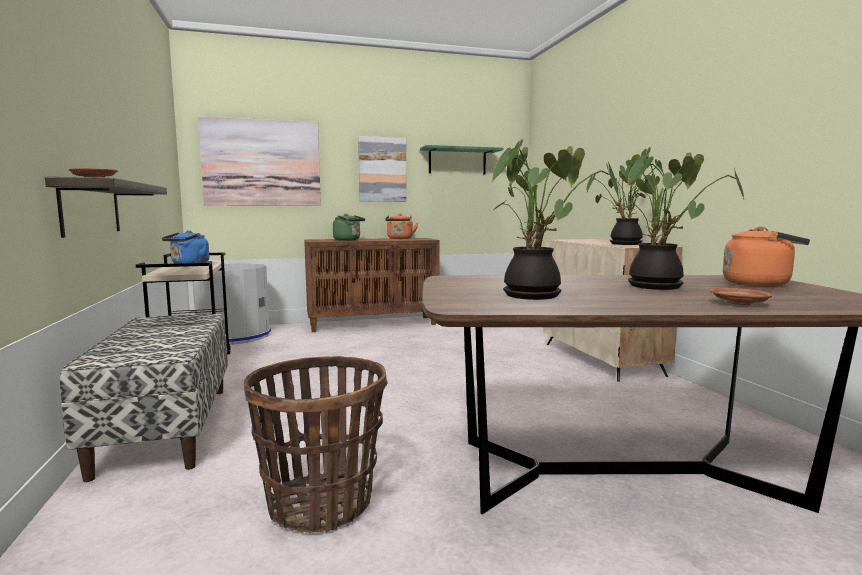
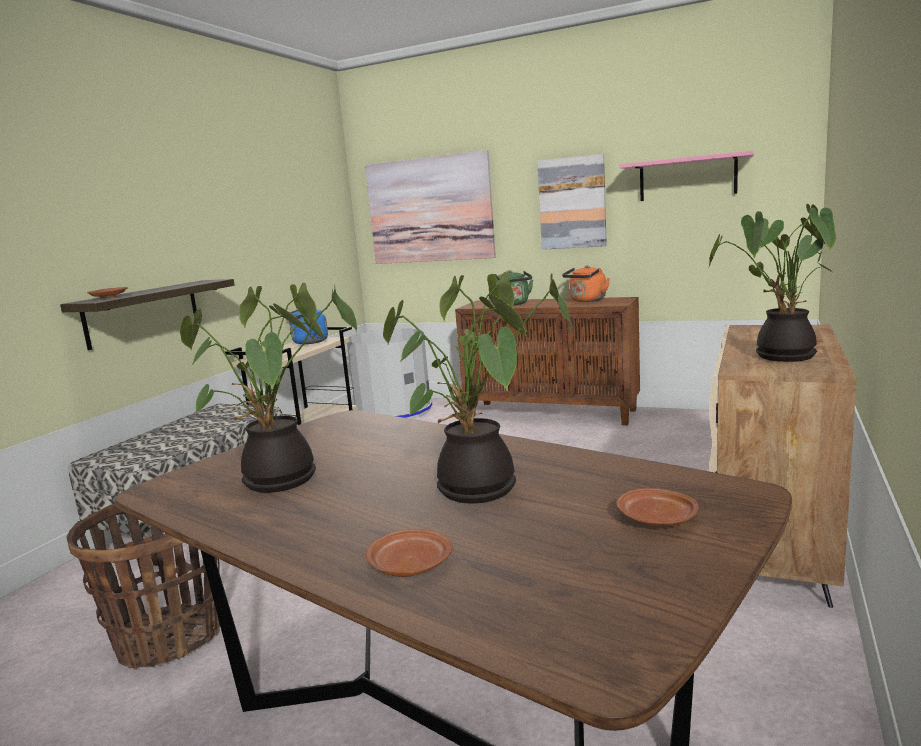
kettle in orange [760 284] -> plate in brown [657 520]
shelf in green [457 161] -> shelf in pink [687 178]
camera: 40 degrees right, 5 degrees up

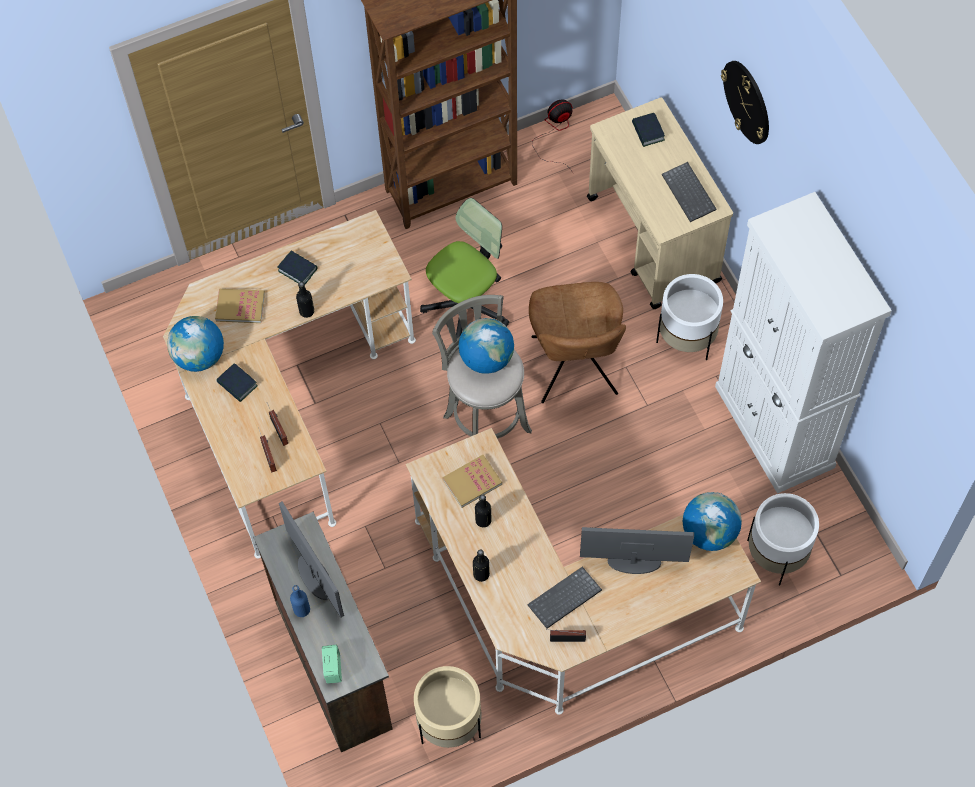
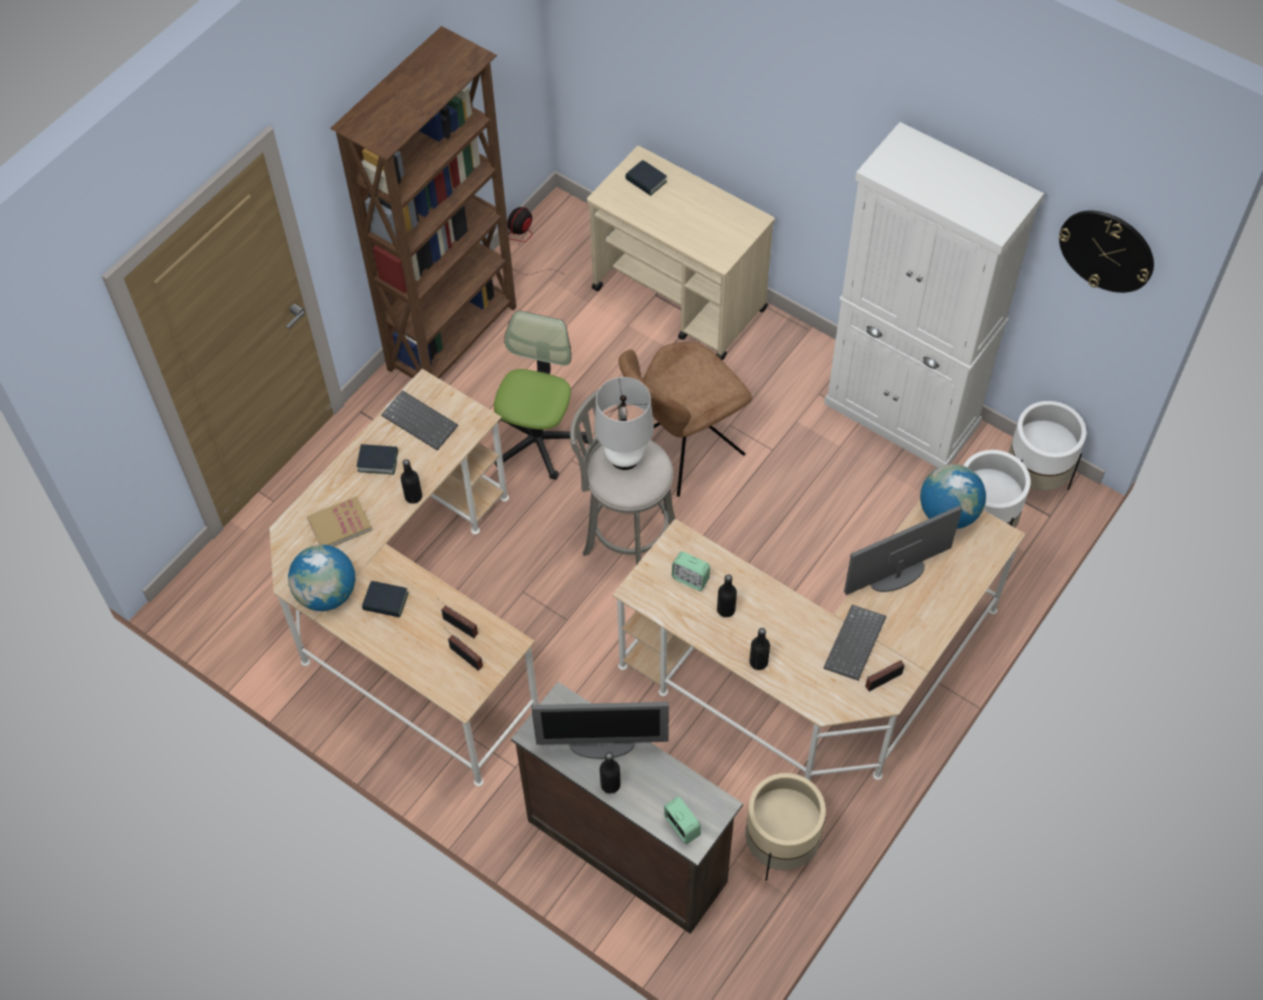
keyboard [690 193] -> keyboard [421 421], shifted
monitor [315 576] -> monitor [602 745], 150 degrees clockwise
globe [486 358] -> table lamp in white [624 457]
bottle in blue [302 609] -> bottle in black [610 785]
chair in brown [574 369] -> chair in brown [682 450], 90 degrees clockwise
book [472 482] -> alarm clock [690 579]
planter in white [686 338] -> planter in white [1035 478], shifted
wall clock [747 101] -> wall clock [1107 250], shifted
camera: 30 degrees left, 5 degrees down

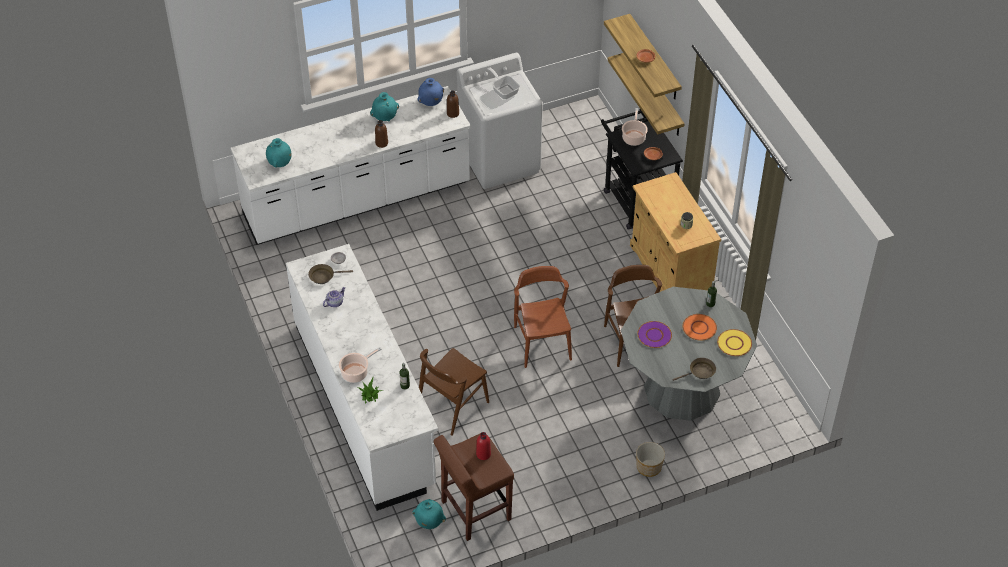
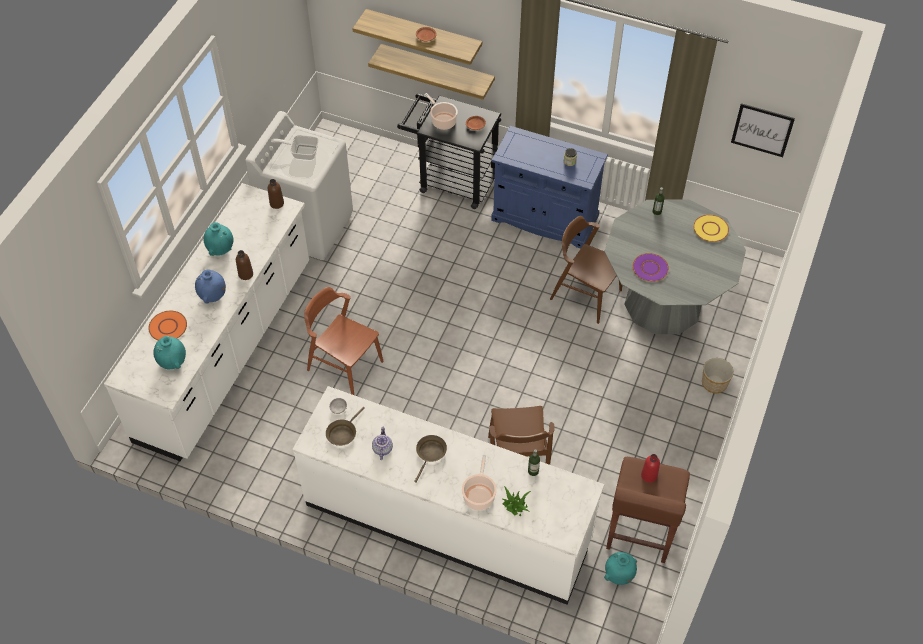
plate in orange [699 327] -> plate in orange [168 326], shifted
vase in blue [431 103] -> vase in blue [213 296], shifted
chair in brown [542 343] -> chair in brown [345 365], shifted
frying pan in brown [700 372] -> frying pan in brown [430 454], shifted
cabinet in beige [670 271] -> cabinet in blue [544 218]
none -> picture [762 130]
camera: 45 degrees left, 5 degrees up

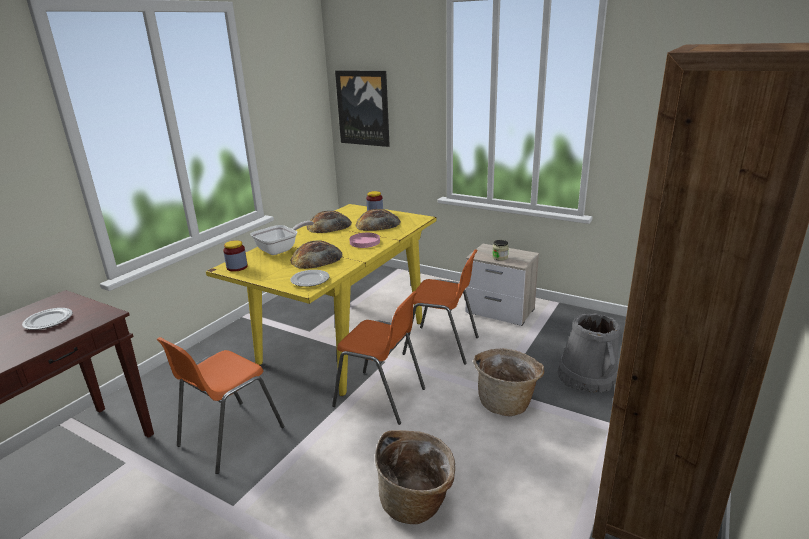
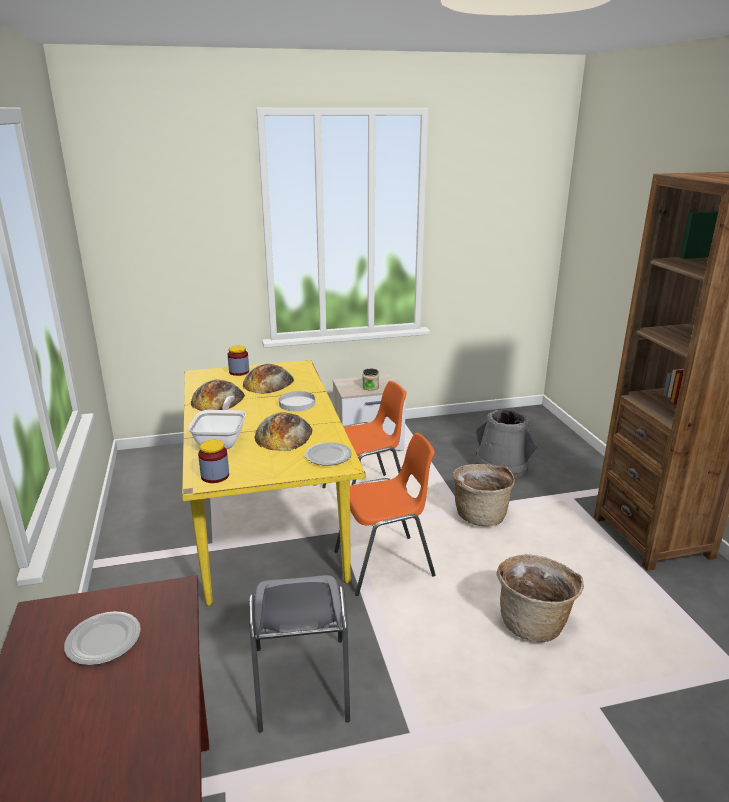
chair in orange [229 436] -> chair in grey [301 684]
plate in pink [364 242] -> plate in white [297 403]
picture [363 108] -> none
camera: 45 degrees left, 0 degrees up

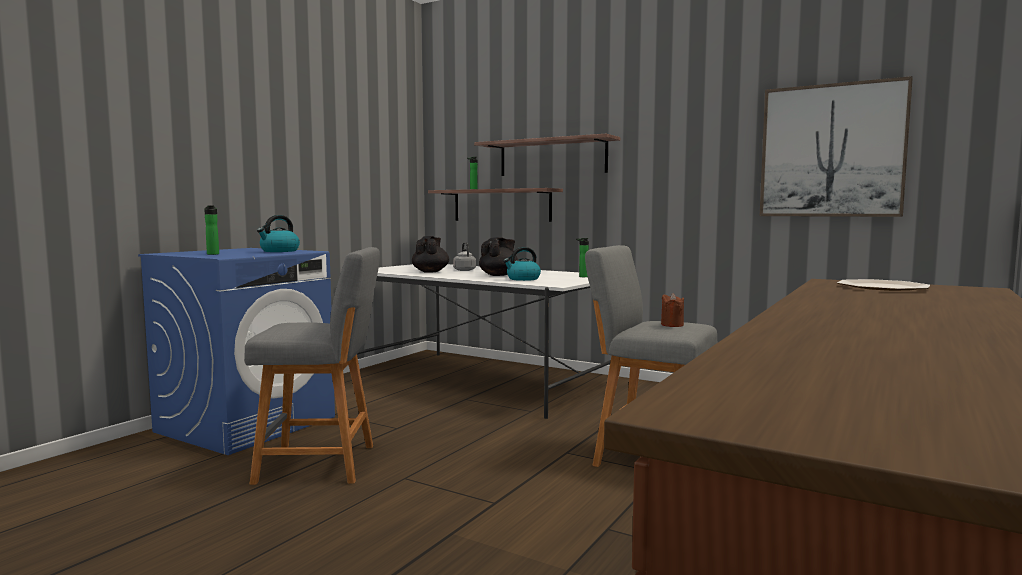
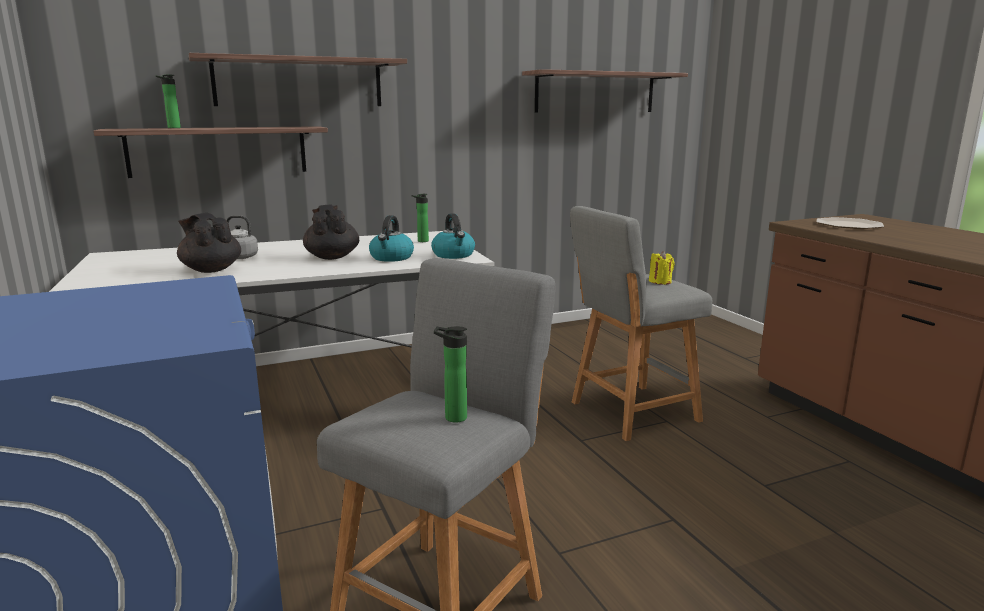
kettle [279 251] -> kettle [454 255], shifted
bottle [213 254] -> bottle [452 417], shifted
picture [831 151] -> shelf [595 92]
candle in brown [672 325] -> candle in yellow [660 282]
camera: 55 degrees left, 10 degrees up

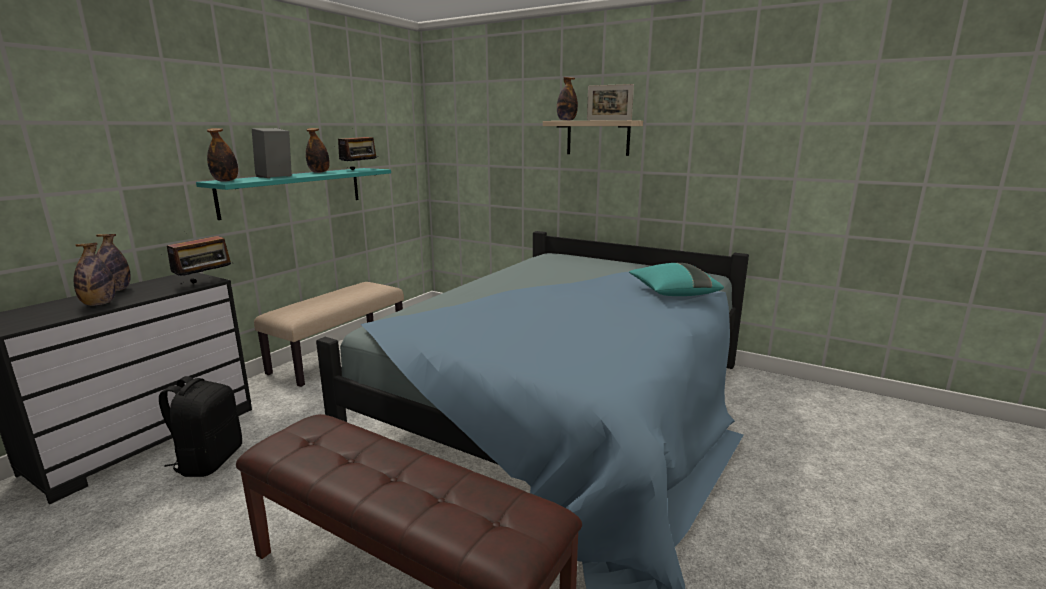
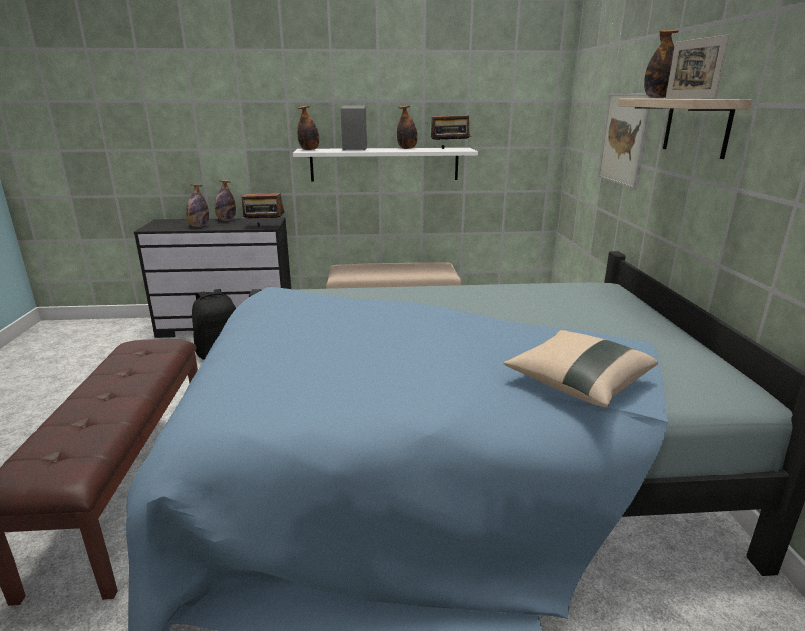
shelf in turquoise [294 191] -> shelf in white [384 164]
pillow in turquoise [672 293] -> pillow in beige [577 384]
none -> picture [623 139]
camera: 55 degrees right, 5 degrees up

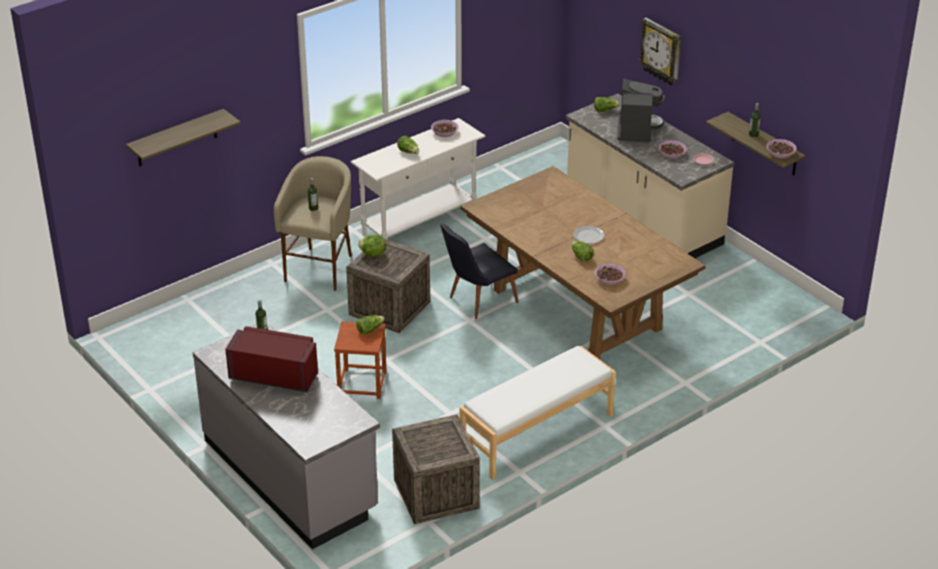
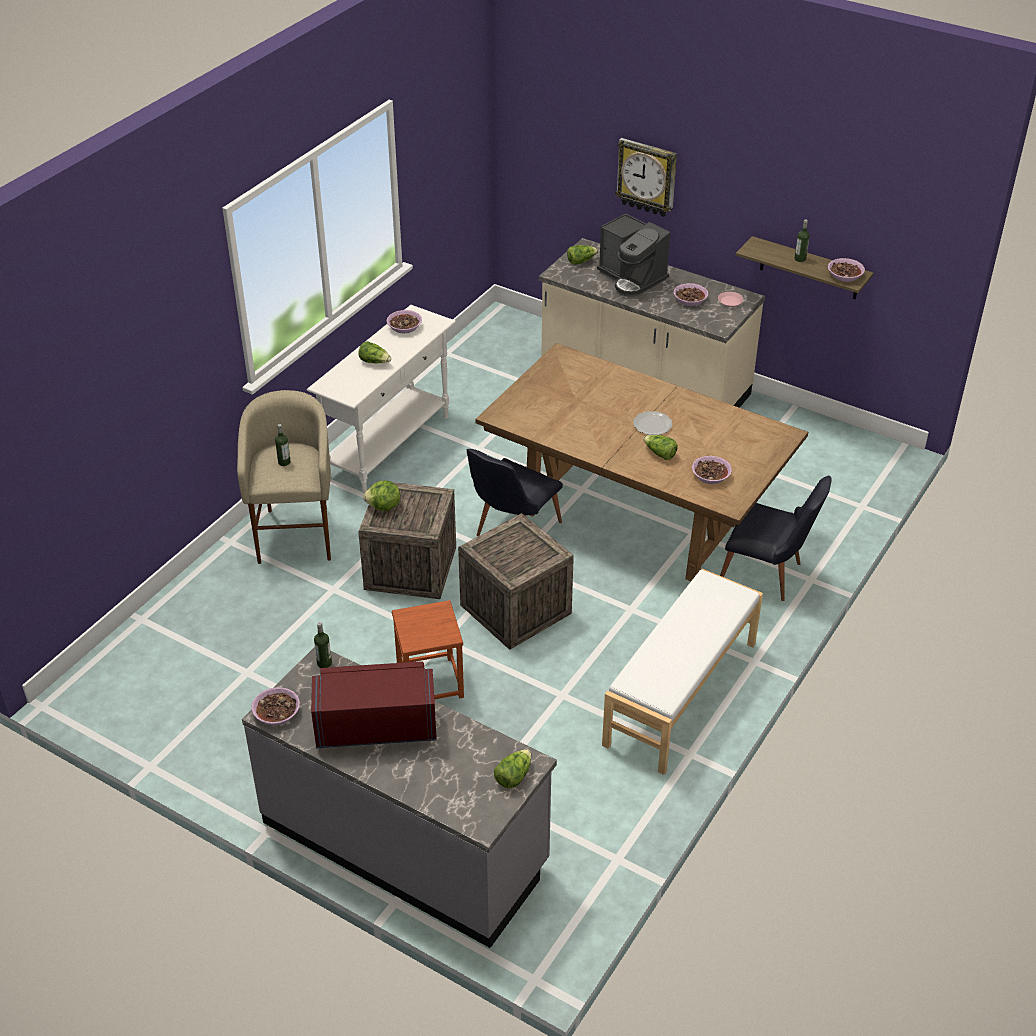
none -> bowl [276 712]
crate [436 493] -> crate [515 609], shifted
lettuce [370 330] -> lettuce [513 776], shifted
coffee machine [636 130] -> coffee machine [632 278], 150 degrees clockwise
none -> chair in black [768 576]
shelf [176 138] -> none
camera: 20 degrees left, 5 degrees up

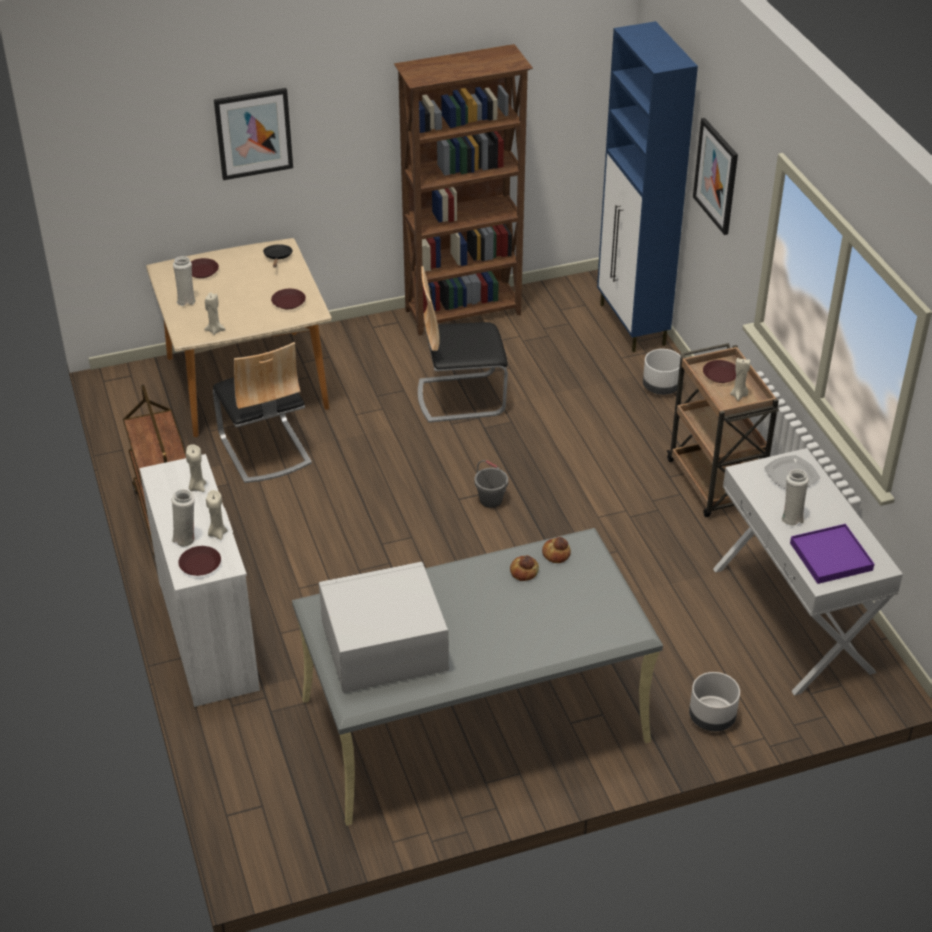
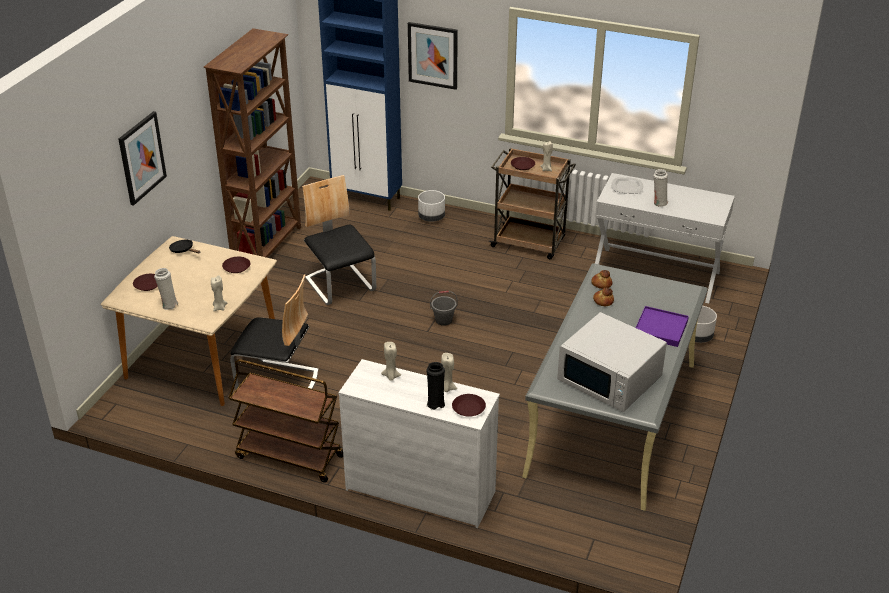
chair [460 397] -> chair [340 285], 120 degrees clockwise
vase in white [185 538] -> vase in black [435 403]
microwave in white [383 648] -> microwave in white [610 379], 75 degrees counterclockwise
tray in purple [831 556] -> tray in purple [661 328], shifted
camera: 50 degrees left, 5 degrees down

